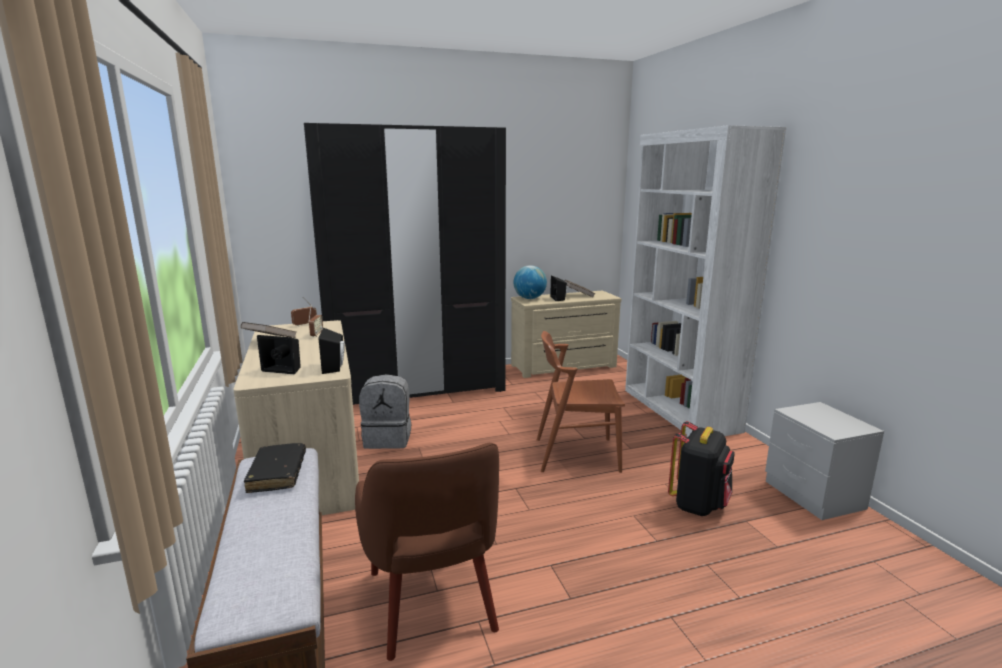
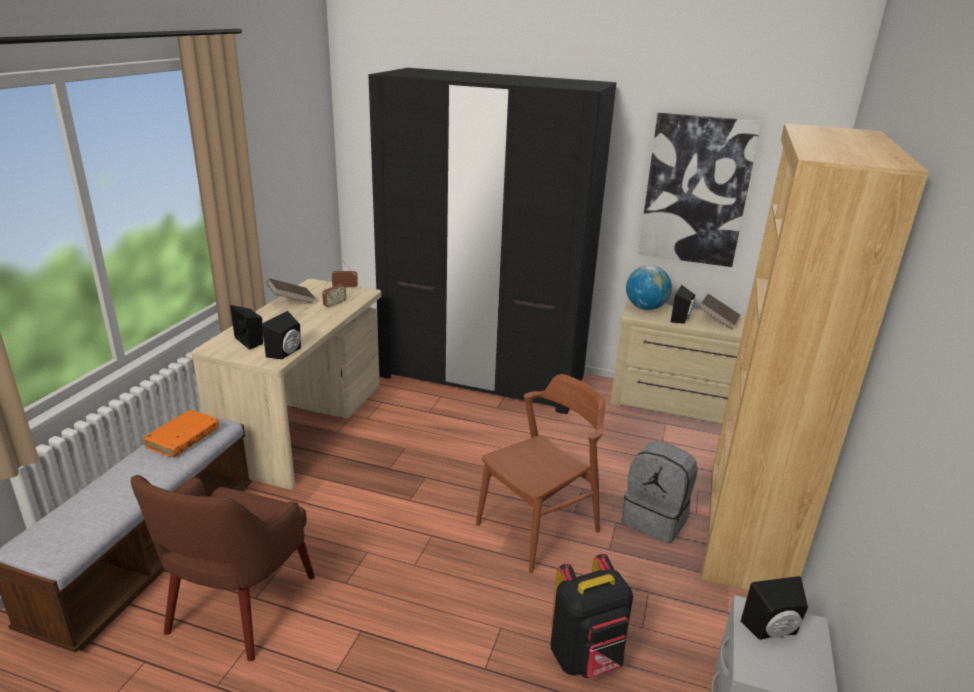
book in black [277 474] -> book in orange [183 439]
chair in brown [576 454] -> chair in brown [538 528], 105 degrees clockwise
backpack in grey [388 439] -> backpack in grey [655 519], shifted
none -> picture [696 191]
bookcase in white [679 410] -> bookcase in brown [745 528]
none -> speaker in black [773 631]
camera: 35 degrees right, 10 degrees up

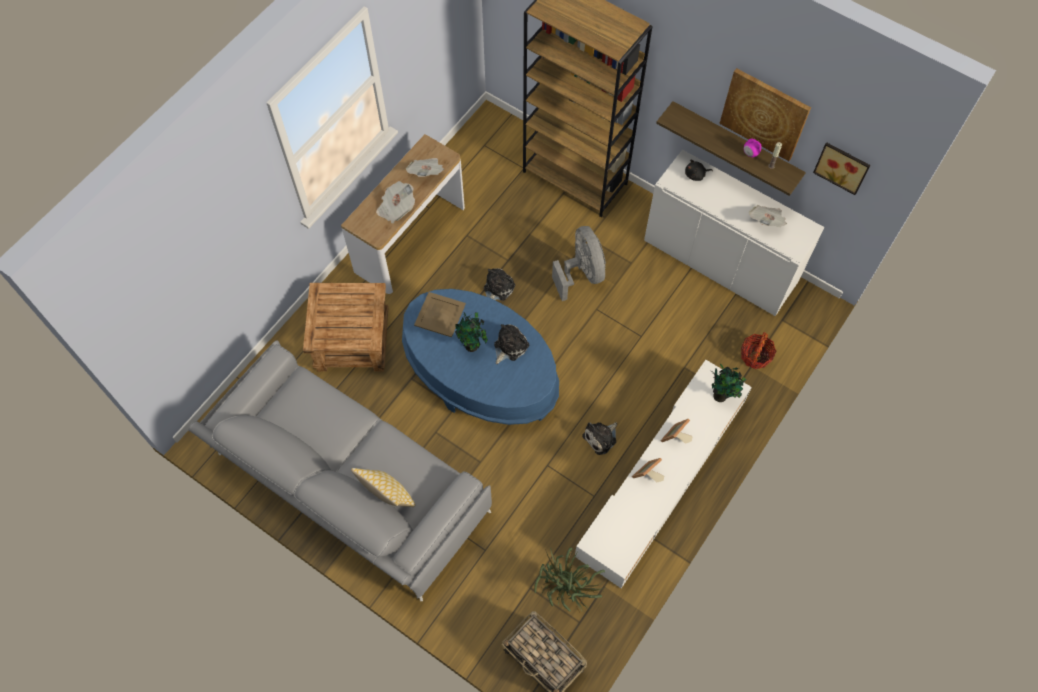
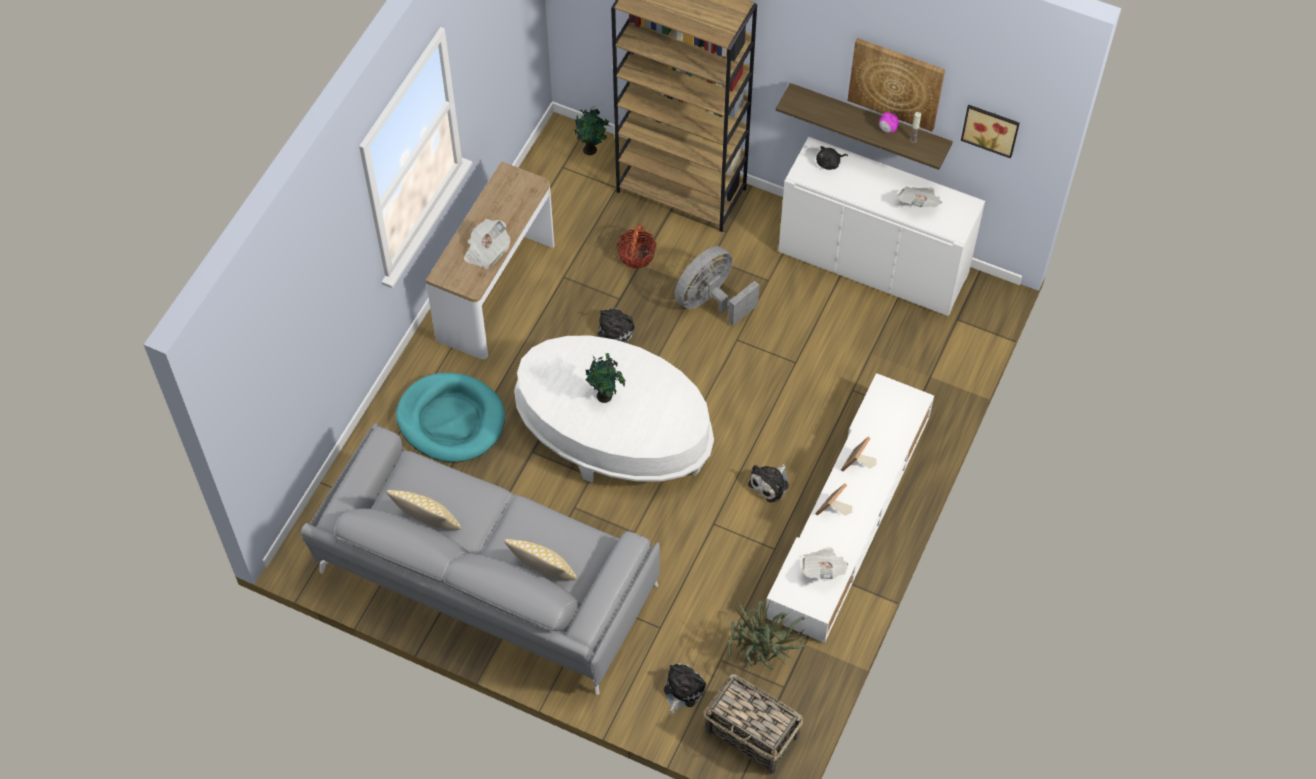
none -> pillow [428 524]
side table in brown [352 341] -> dog bed in turquoise [451 420]
coffee table in blue [480 373] -> coffee table in white [614 433]
potted plant [721 396] -> potted plant [591 149], shifted
basket [755 356] -> basket [636 255], shifted
plush toy [509 346] -> plush toy [682 690], shifted
fan in grey [581 273] -> fan in grey [711 301], 105 degrees counterclockwise
newspaper [426 173] -> newspaper [823 569], shifted
tray in beige [439 314] -> none
camera: 10 degrees left, 5 degrees down

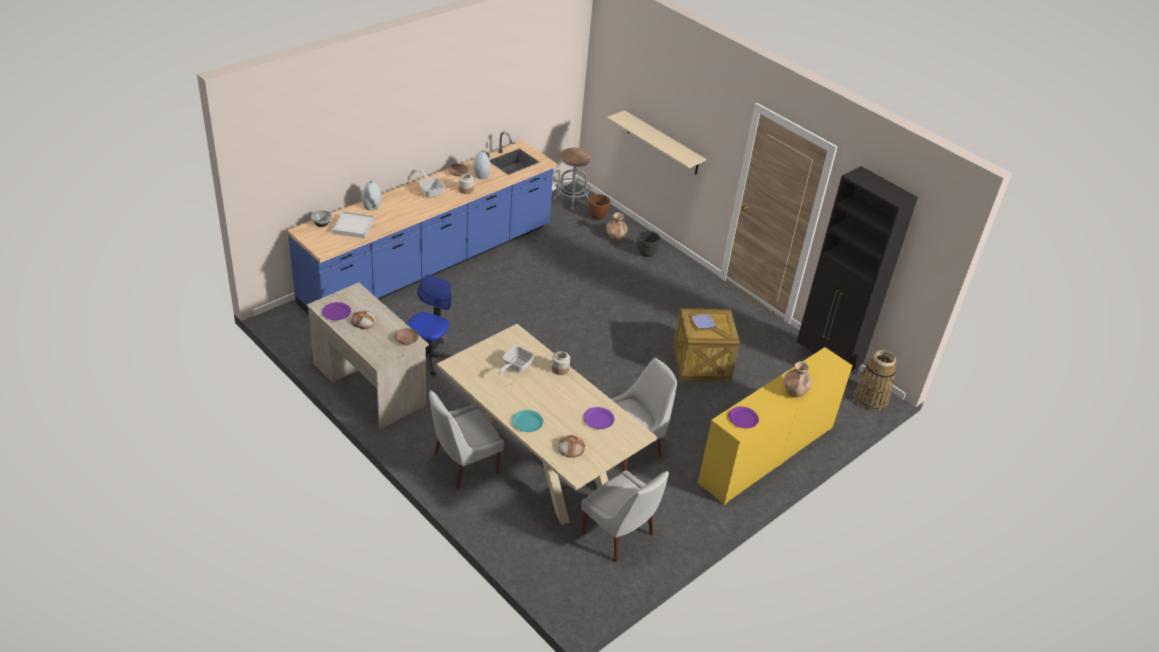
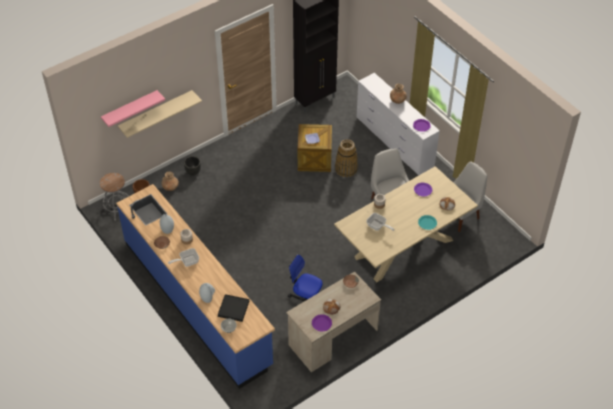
none -> shelf in pink [130 109]
tray in white [353 226] -> tray in black [233 309]
basket [870 399] -> basket [346 169], shifted
dresser in yellow [766 454] -> dresser in white [394 142]
chair in white [463 465] -> none
camera: 80 degrees left, 10 degrees up

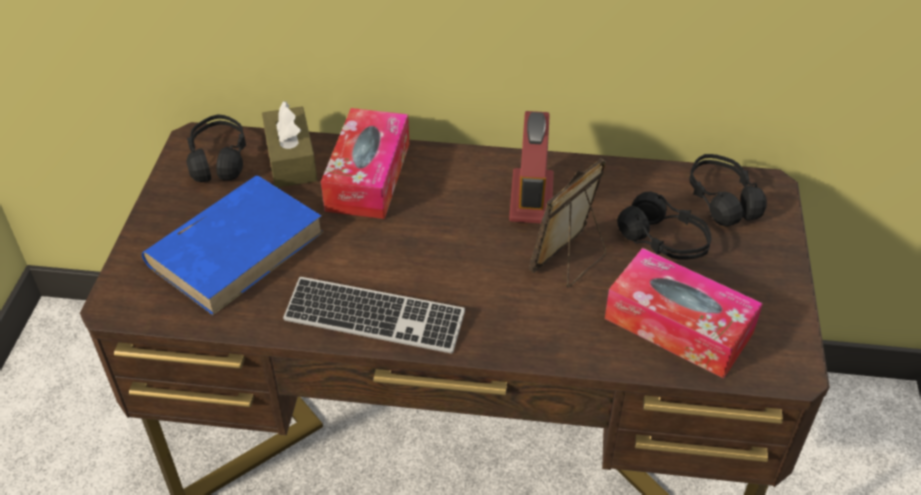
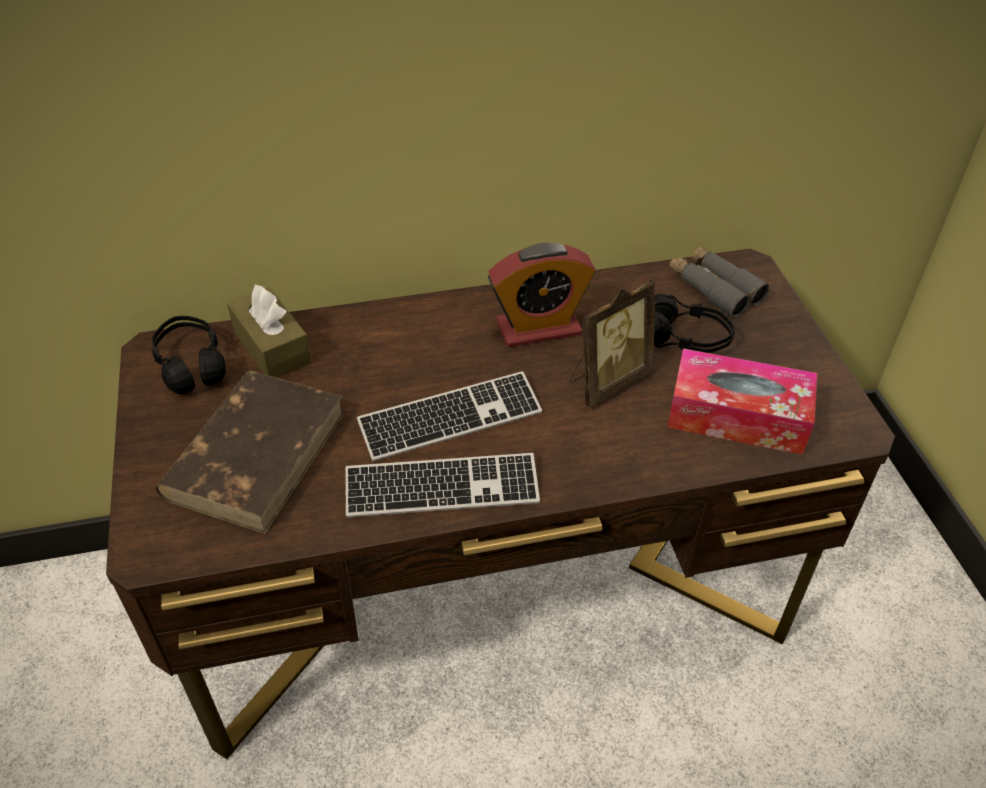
book in blue [237 247] -> book in brown [257 453]
none -> keyboard [450 419]
alarm clock [531 198] -> alarm clock [539 328], 90 degrees counterclockwise
picture frame [570 261] -> picture frame [607 381], 150 degrees counterclockwise
headphones in black [721 200] -> binoculars in grey [714 288]
tissue box [368 176] -> none
camera: 20 degrees left, 0 degrees up

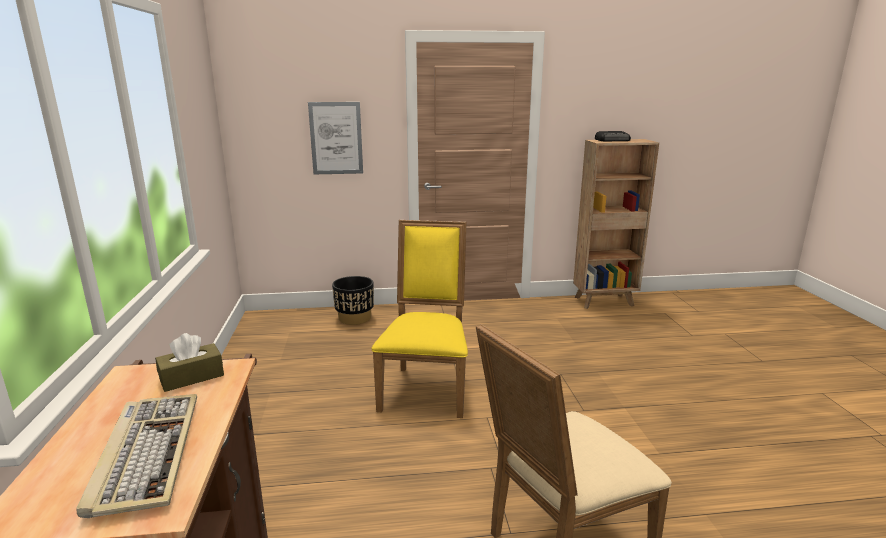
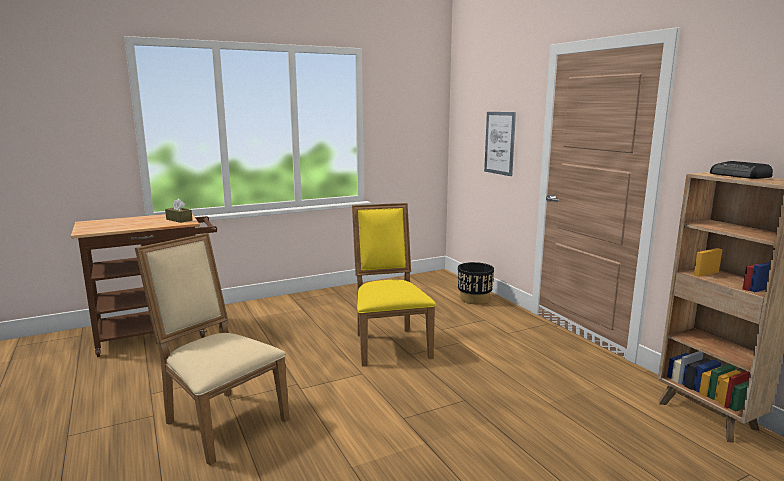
chair in yellow [426 388] -> chair in yellow [389 344], 90 degrees counterclockwise
keyboard [146 453] -> none
camera: 70 degrees right, 5 degrees down

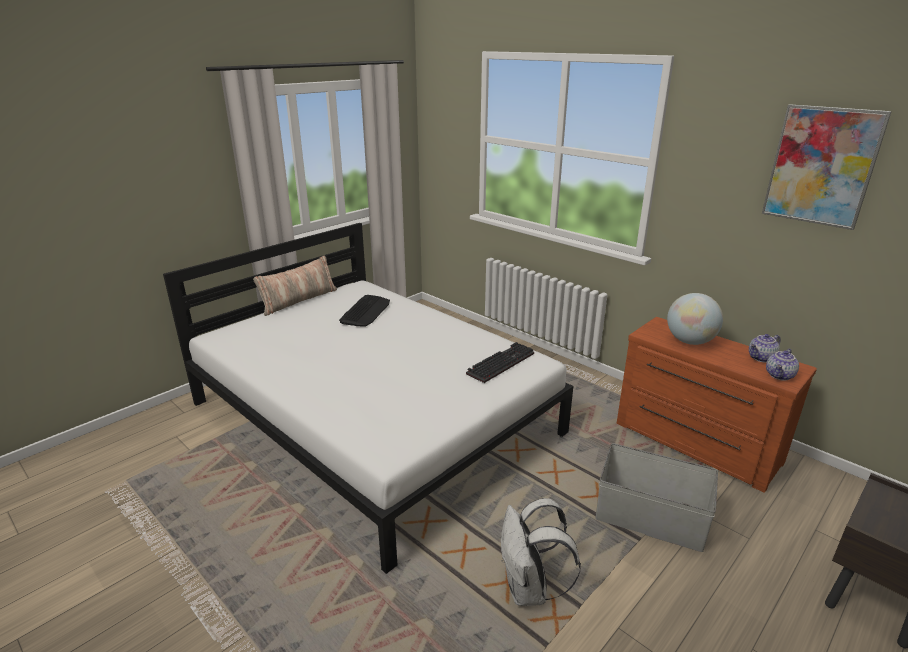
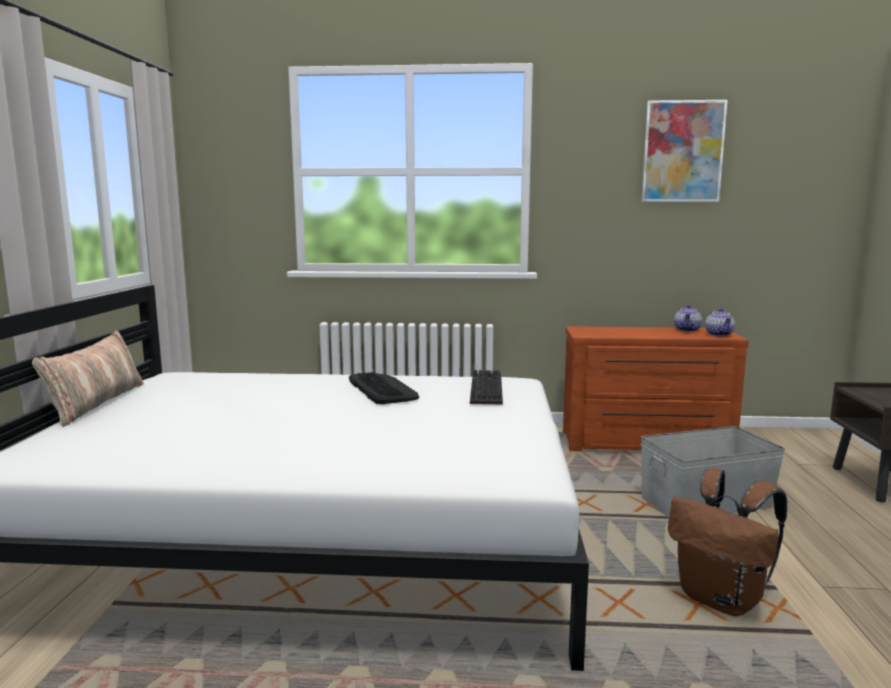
keyboard [366 311] -> keyboard [382 389], shifted
backpack in white [529 589] -> backpack in brown [722 600]
globe [690 341] -> none
camera: 40 degrees left, 15 degrees down

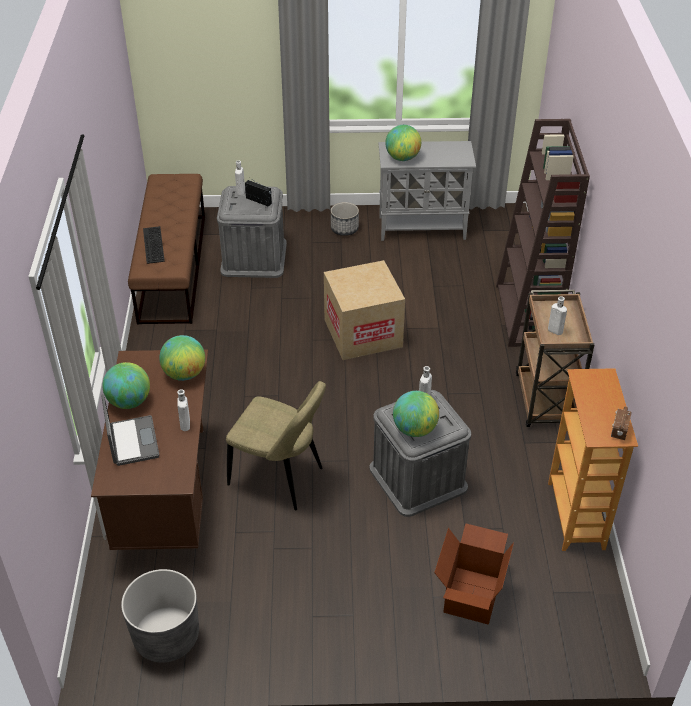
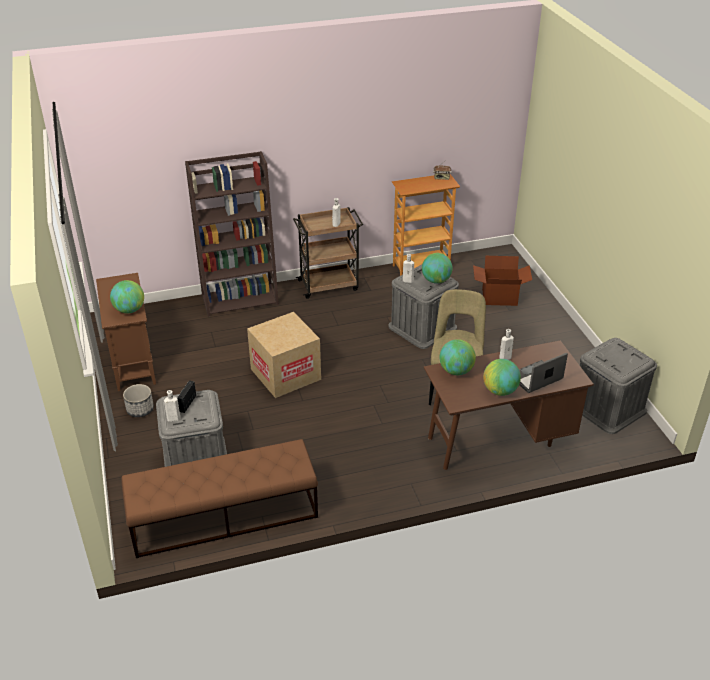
cabinet in grey [423 228] -> cabinet in brown [133 363]
planter in grey [166 637] -> storage box in grey [607 407]
keyboard [152 244] -> none
camera: 105 degrees left, 5 degrees down

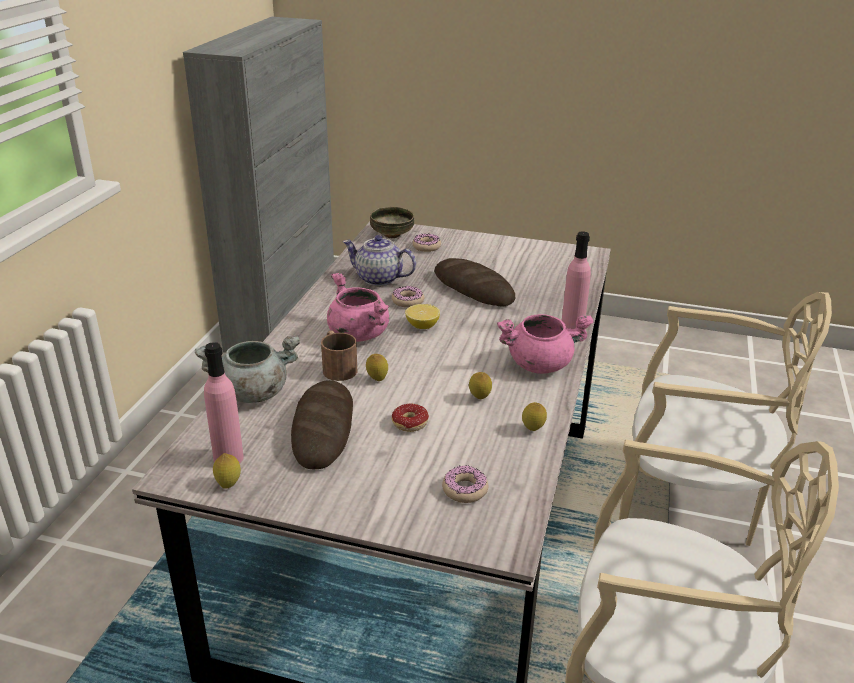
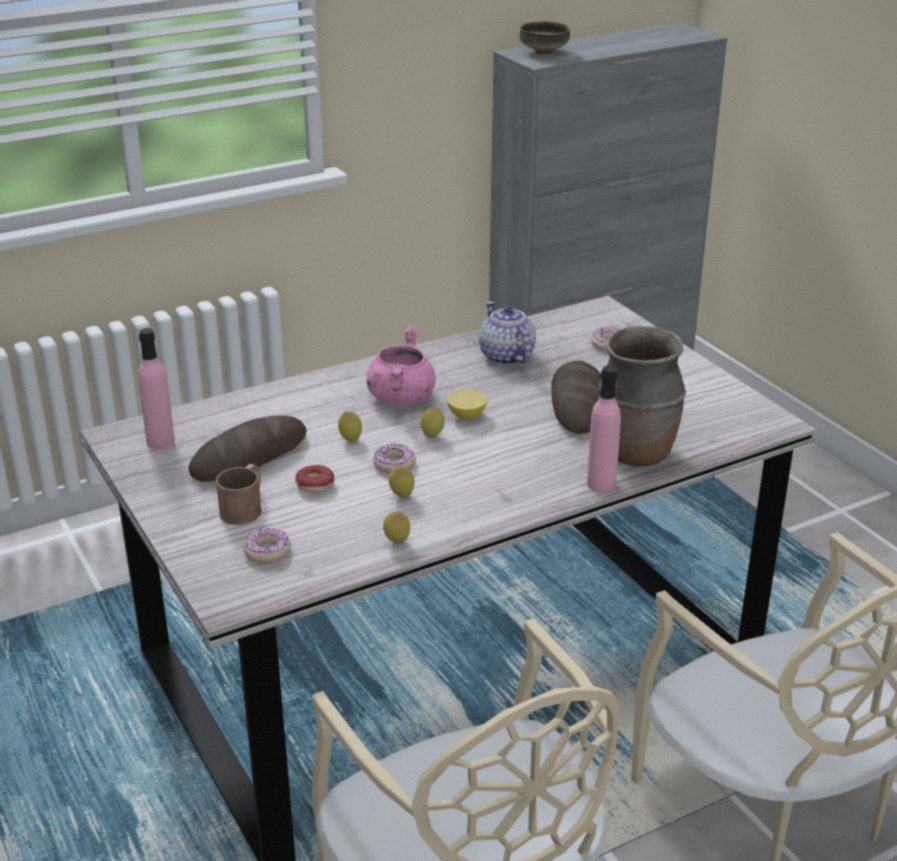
mug in brown [337 366] -> mug in brown [245 507], shifted
donut [408 301] -> donut [394 464], shifted
lemon [228 485] -> lemon [432 436], shifted
bowl [391 235] -> bowl [543 52], shifted
none -> vase in brown [636 454]
cooking pot in grey [253 393] -> none
cooking pot in pink [540 364] -> none
camera: 45 degrees right, 0 degrees up

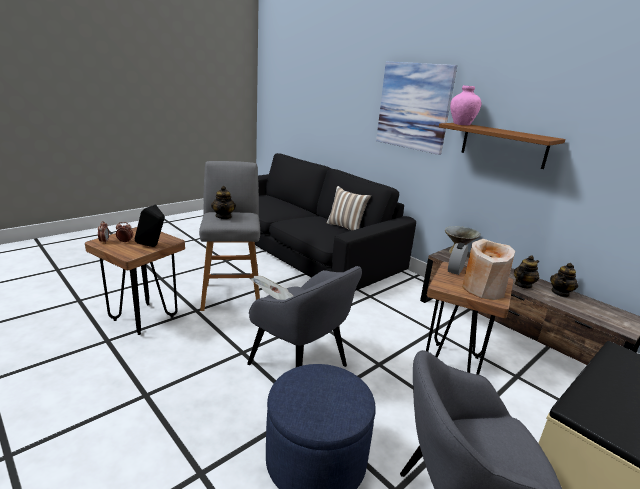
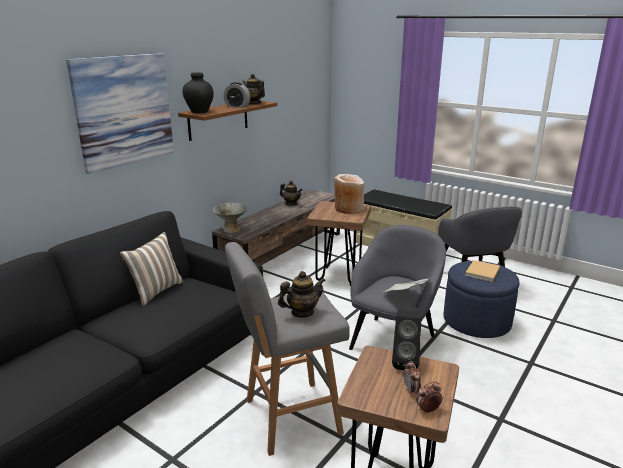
vase in pink [461 124] -> vase in black [199 112]
alarm clock [455 270] -> alarm clock [237 106], shifted
teapot [522 285] -> teapot [253 103], shifted
none -> book in beige [482 272]
camera: 100 degrees left, 0 degrees up

